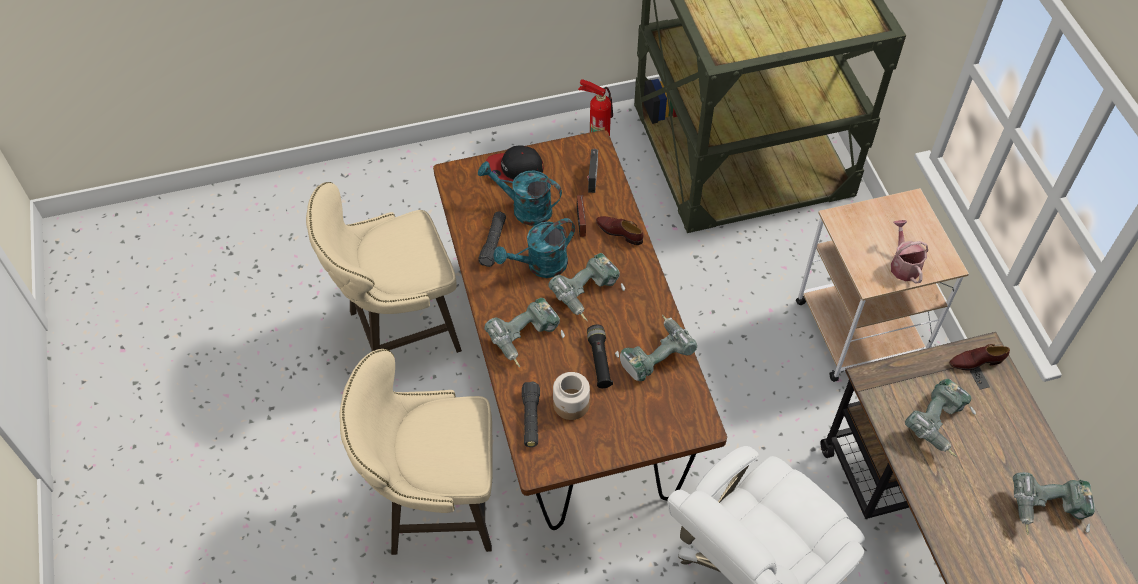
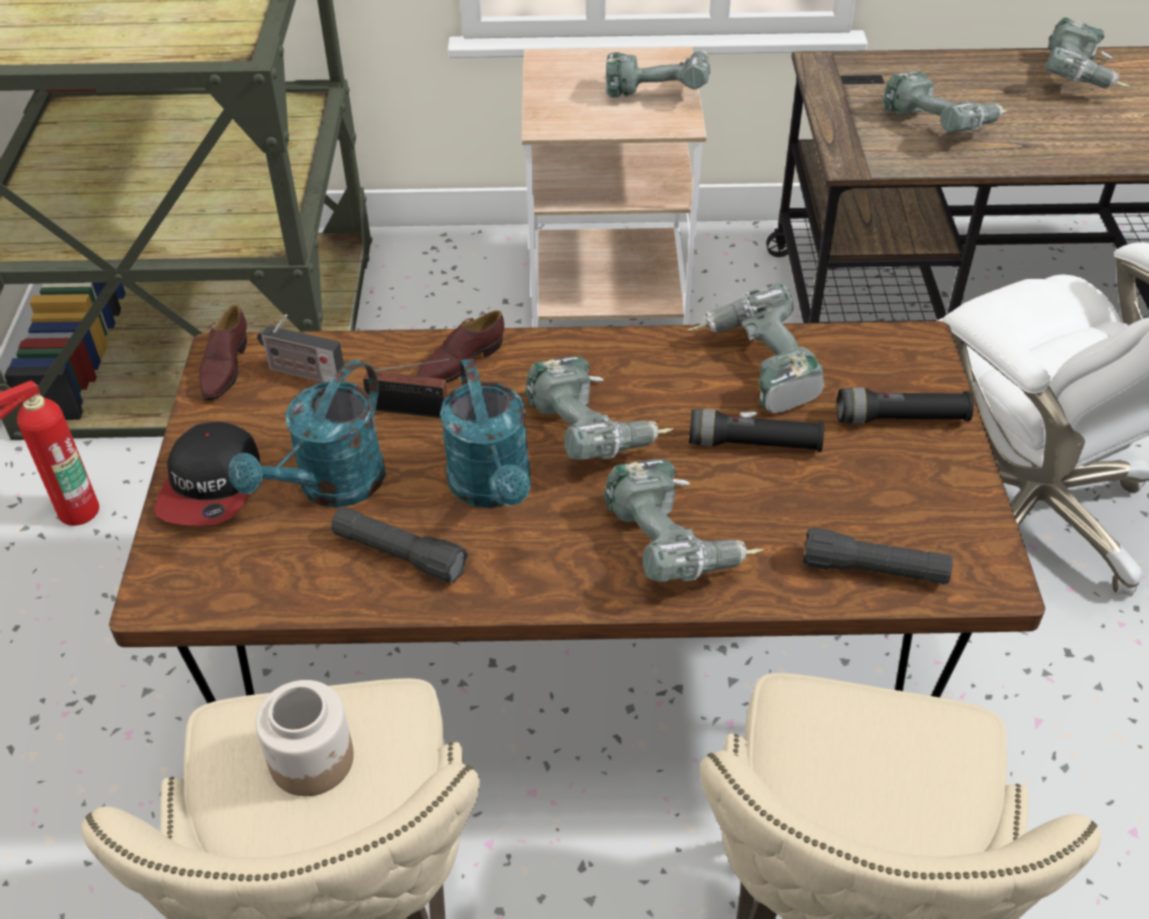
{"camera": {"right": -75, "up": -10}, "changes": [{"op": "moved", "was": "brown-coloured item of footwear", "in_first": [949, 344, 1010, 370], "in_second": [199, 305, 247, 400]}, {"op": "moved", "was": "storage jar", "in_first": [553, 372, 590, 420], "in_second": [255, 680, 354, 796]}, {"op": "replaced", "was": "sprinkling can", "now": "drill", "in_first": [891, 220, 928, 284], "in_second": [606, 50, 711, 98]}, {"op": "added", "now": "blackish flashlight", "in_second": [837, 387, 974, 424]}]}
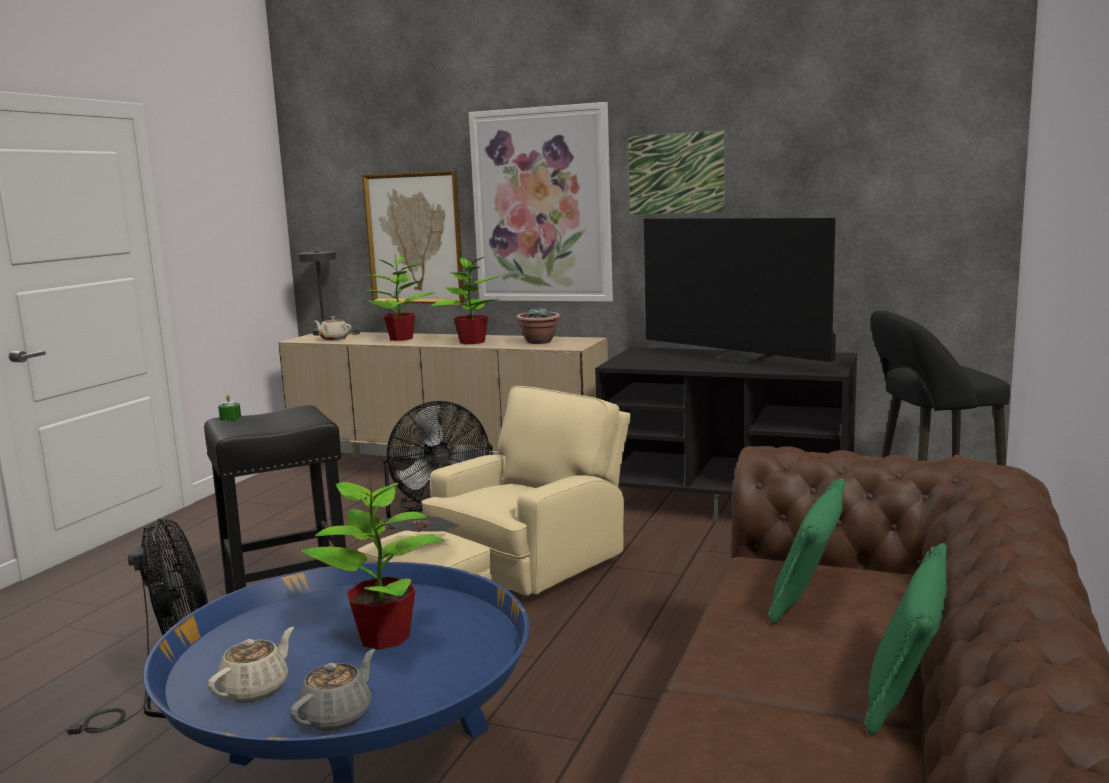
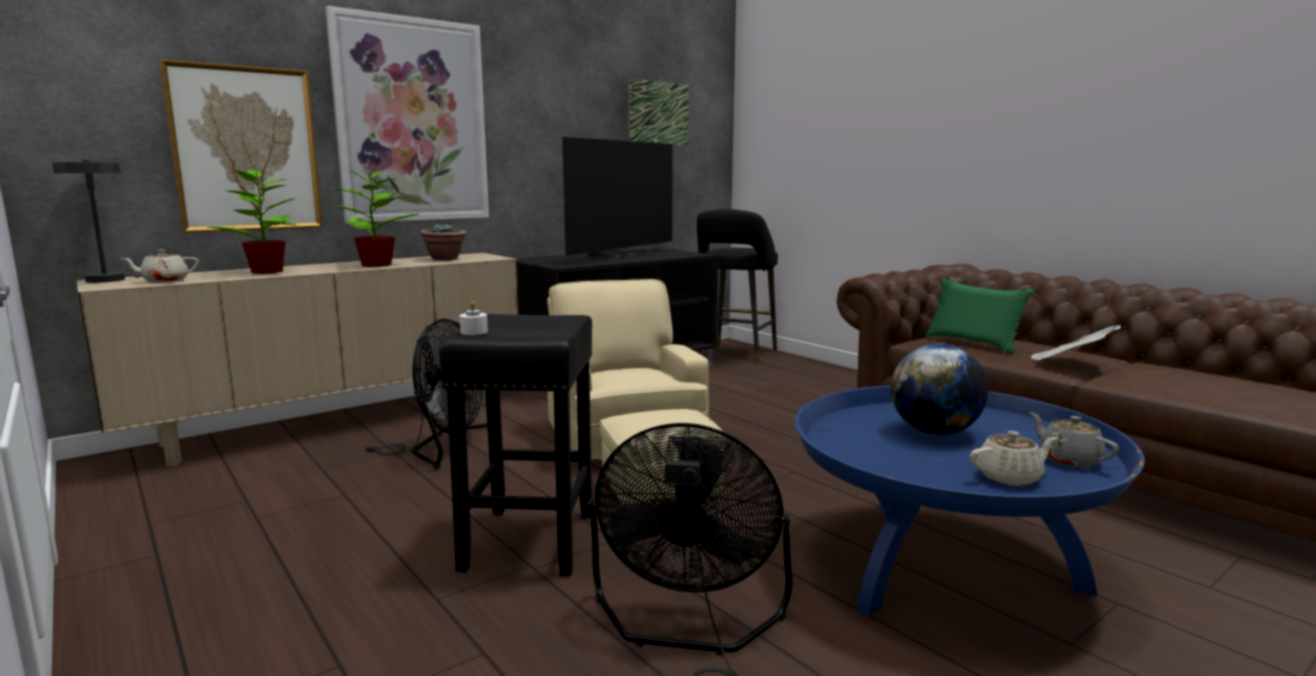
{"camera": {"right": -60, "up": 0}, "changes": [{"op": "recoloured", "was": "green candle", "now": "white candle", "in_first": [218, 394, 241, 421], "in_second": [459, 301, 488, 335]}, {"op": "turned", "was": "TV", "in_first": [644, 218, 836, 363], "in_second": [562, 137, 673, 258], "clockwise": -45}, {"op": "moved", "was": "picture", "in_first": [628, 131, 724, 215], "in_second": [629, 79, 689, 145]}, {"op": "replaced", "was": "potted plant", "now": "world globe", "in_first": [301, 468, 444, 650], "in_second": [891, 343, 988, 435]}, {"op": "turned", "was": "beige-coloured pot for tea", "in_first": [207, 627, 294, 703], "in_second": [970, 431, 1057, 486], "clockwise": 105}, {"op": "moved", "was": "daily paper", "in_first": [381, 516, 458, 532], "in_second": [1031, 325, 1121, 361]}, {"op": "removed", "was": "green throw pillow", "in_first": [864, 543, 947, 735]}]}
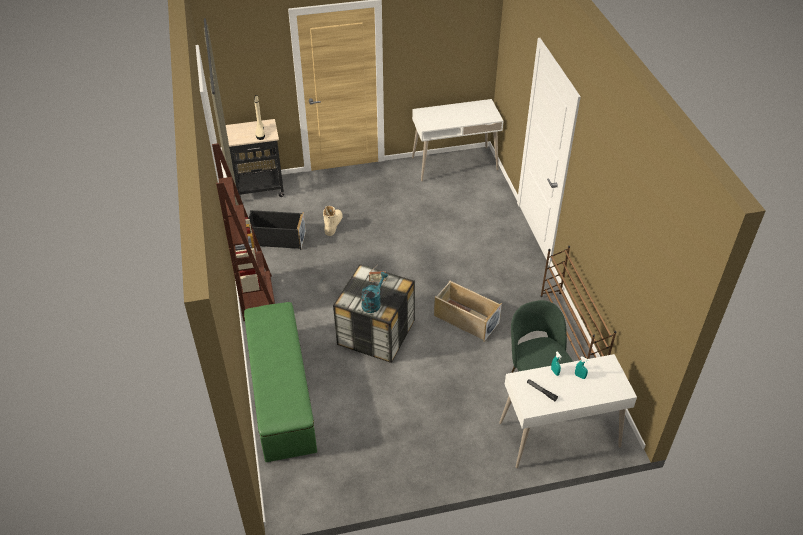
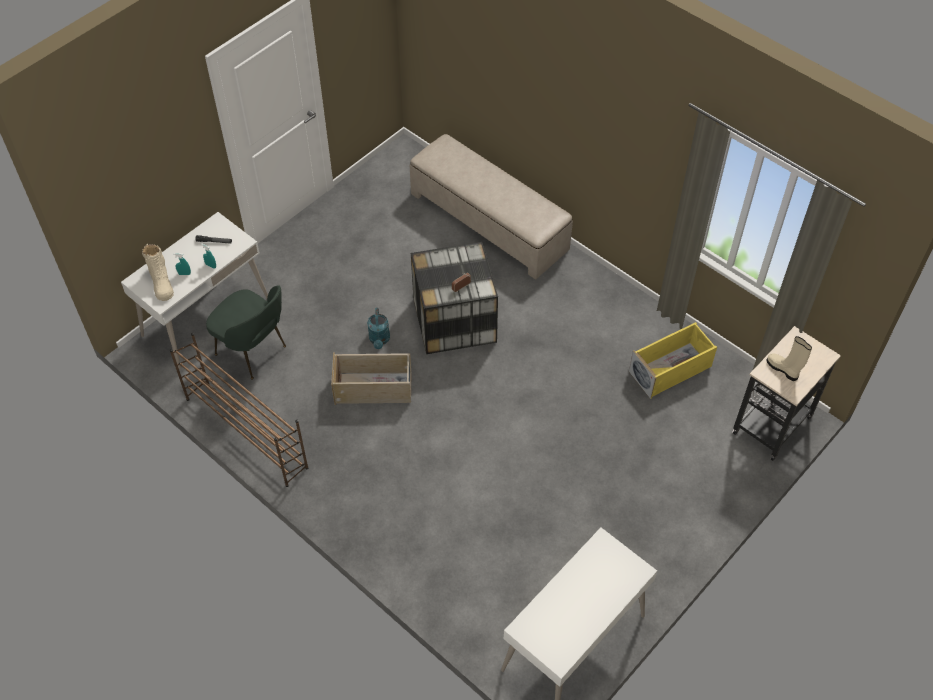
{"camera": {"right": 145, "up": 10}, "changes": [{"op": "moved", "was": "beige-coloured high-top boot", "in_first": [323, 206, 343, 236], "in_second": [142, 244, 174, 301]}, {"op": "moved", "was": "blue-green sprinkling can", "in_first": [361, 272, 388, 313], "in_second": [367, 308, 390, 349]}, {"op": "recoloured", "was": "green long seat", "now": "beige-coloured long seat", "in_first": [244, 302, 317, 462], "in_second": [410, 134, 573, 279]}, {"op": "recoloured", "was": "blackish storage container", "now": "yellow storage container", "in_first": [249, 210, 306, 250], "in_second": [629, 322, 717, 399]}, {"op": "removed", "was": "brown-coloured shelving unit", "in_first": [212, 143, 275, 321]}]}
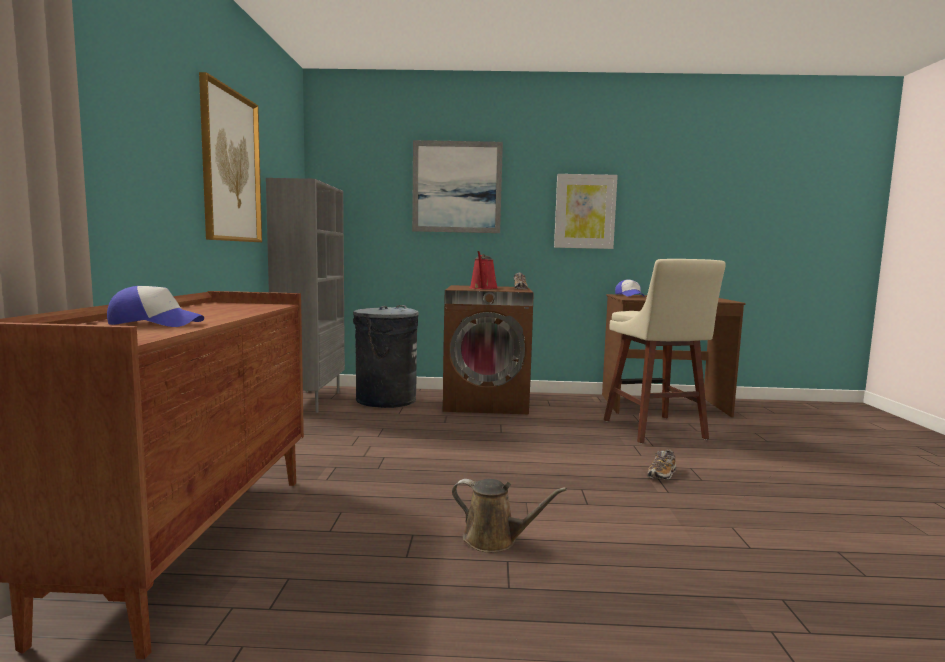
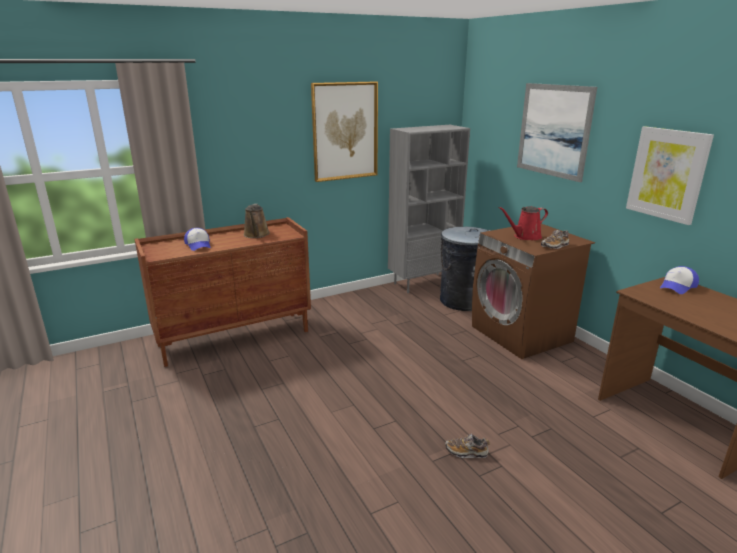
{"camera": {"right": 60, "up": 15}, "changes": [{"op": "moved", "was": "brown-coloured sprinkling can", "in_first": [452, 479, 567, 553], "in_second": [243, 204, 270, 238]}, {"op": "removed", "was": "beige-coloured stool seat", "in_first": [604, 259, 726, 444]}]}
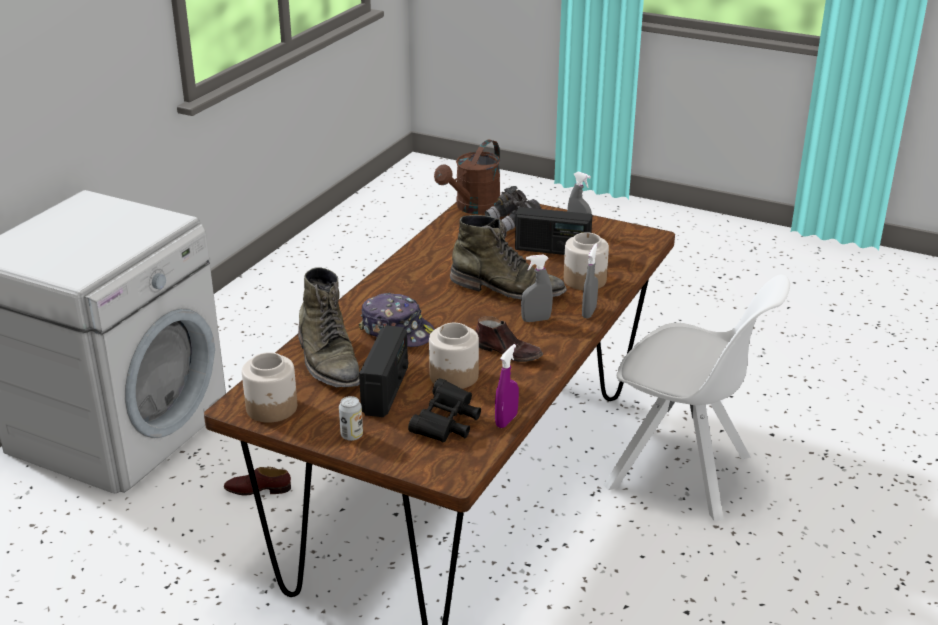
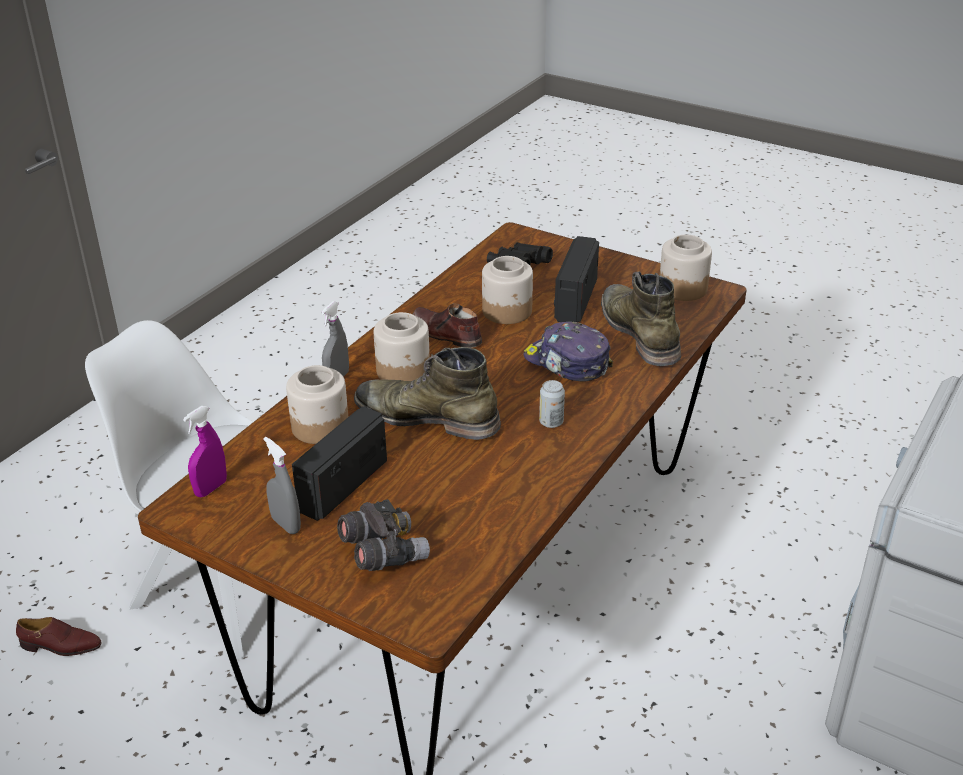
{"camera": {"right": -175, "up": 5}, "changes": [{"op": "moved", "was": "brown-coloured item of footwear", "in_first": [224, 466, 291, 496], "in_second": [16, 617, 101, 656]}, {"op": "moved", "was": "purplish spray bottle", "in_first": [495, 344, 519, 428], "in_second": [183, 406, 227, 497]}, {"op": "turned", "was": "radio receiver", "in_first": [515, 207, 592, 255], "in_second": [292, 406, 387, 521], "clockwise": -75}, {"op": "replaced", "was": "grey spray bottle", "now": "storage jar", "in_first": [521, 255, 553, 322], "in_second": [374, 312, 430, 381]}, {"op": "moved", "was": "can", "in_first": [339, 396, 363, 441], "in_second": [539, 380, 565, 428]}, {"op": "removed", "was": "brown-coloured sprinkling can", "in_first": [434, 140, 500, 214]}]}
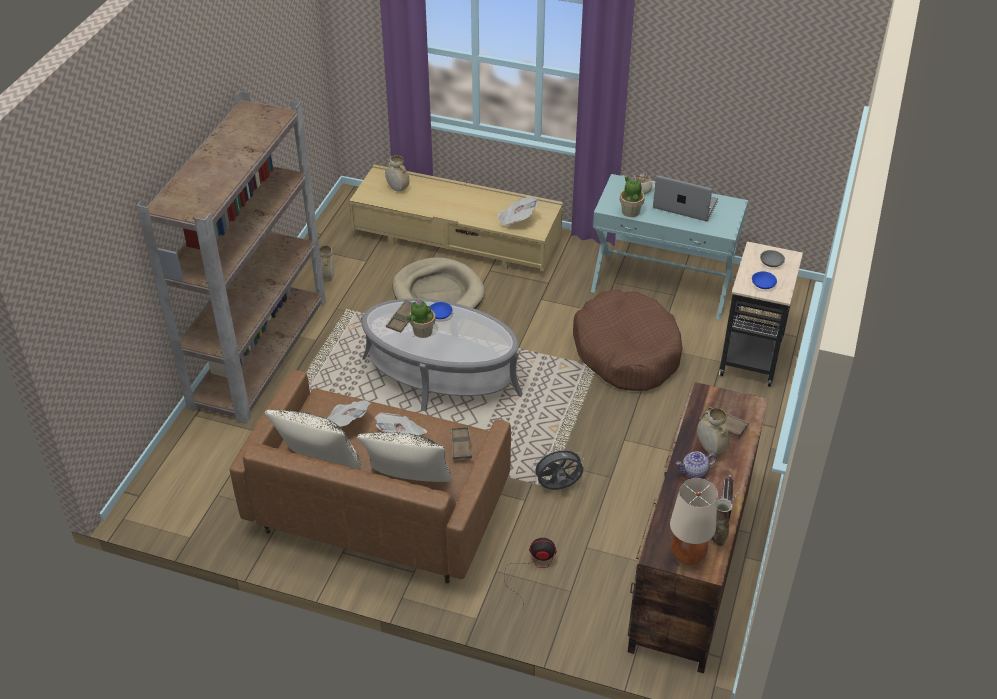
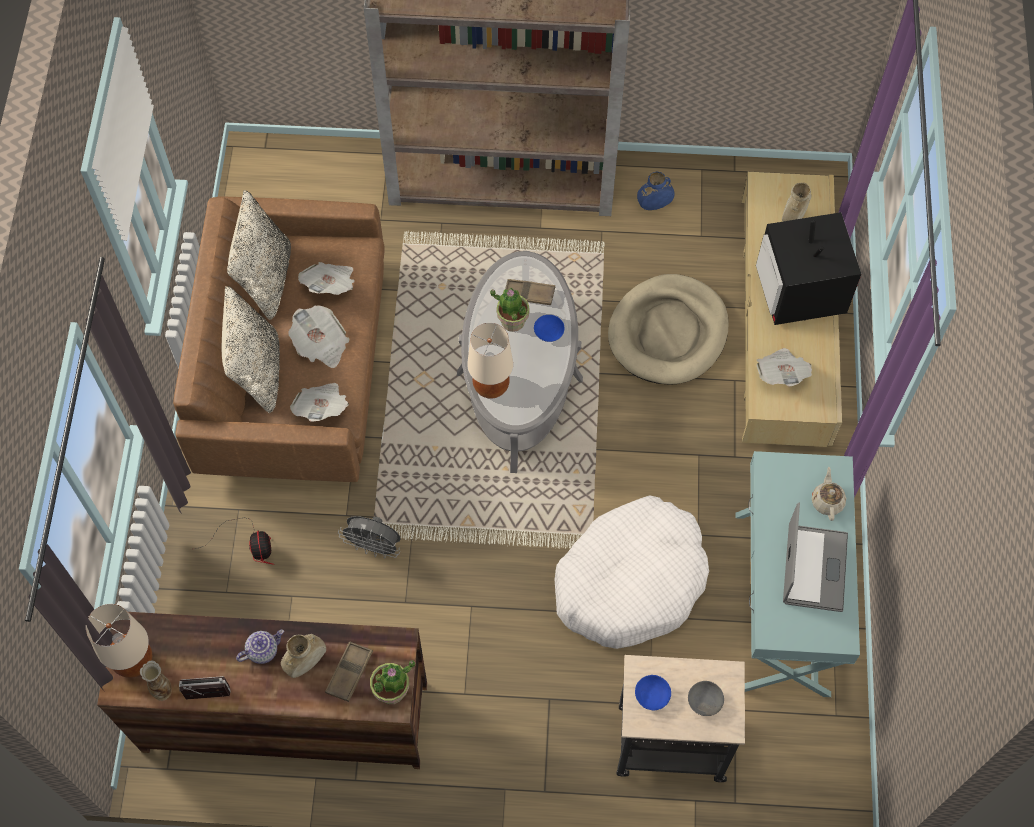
{"camera": {"right": 75, "up": 20}, "changes": [{"op": "turned", "was": "pot for tea", "in_first": [676, 451, 717, 478], "in_second": [236, 629, 284, 664], "clockwise": 90}, {"op": "replaced", "was": "brown-coloured tray", "now": "daily paper", "in_first": [451, 426, 472, 459], "in_second": [290, 383, 349, 422]}, {"op": "turned", "was": "grey electric fan", "in_first": [532, 446, 584, 490], "in_second": [338, 516, 401, 559], "clockwise": 135}, {"op": "moved", "was": "potted plant", "in_first": [620, 175, 645, 217], "in_second": [370, 660, 415, 704]}, {"op": "added", "now": "beige-coloured lamp for a table", "in_second": [467, 323, 513, 399]}, {"op": "recoloured", "was": "brown-coloured dog cushion", "now": "white dog cushion", "in_first": [573, 290, 683, 391], "in_second": [554, 495, 709, 649]}, {"op": "recoloured", "was": "beige-coloured decorative vase", "now": "blue-coloured decorative vase", "in_first": [319, 245, 335, 282], "in_second": [637, 172, 675, 210]}, {"op": "added", "now": "TV", "in_second": [756, 212, 861, 325]}]}
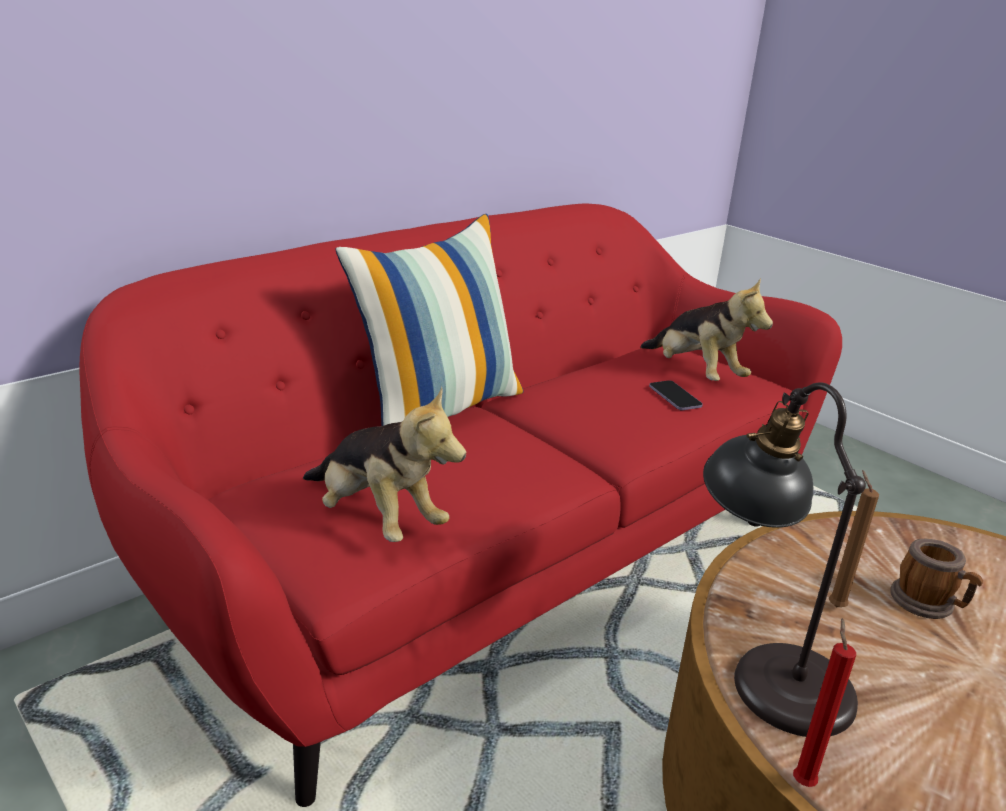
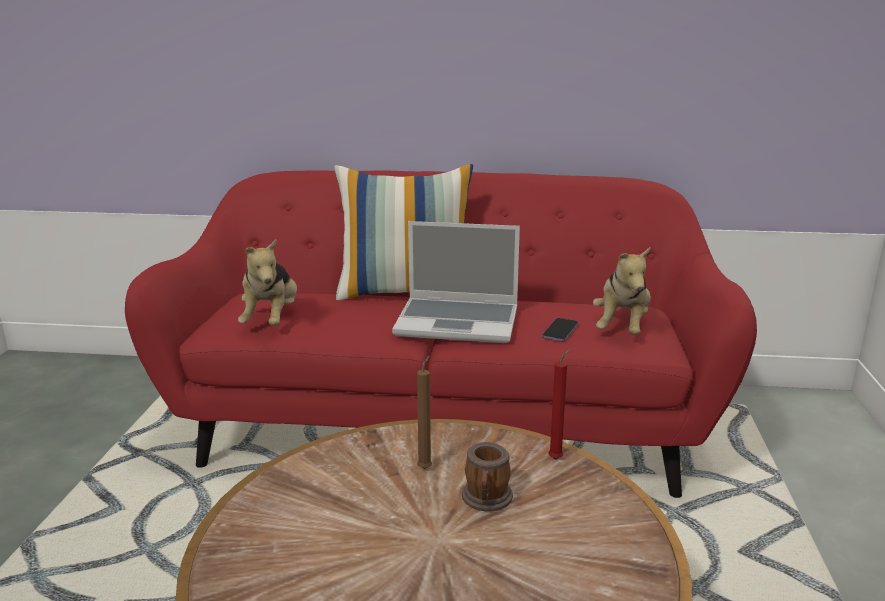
{"camera": {"right": 50, "up": -5}, "changes": [{"op": "added", "now": "portable computer", "in_second": [392, 221, 520, 343]}, {"op": "moved", "was": "red-coloured candle", "in_first": [793, 618, 856, 787], "in_second": [549, 349, 570, 460]}, {"op": "removed", "was": "grey lamp for a table", "in_first": [703, 382, 866, 737]}]}
